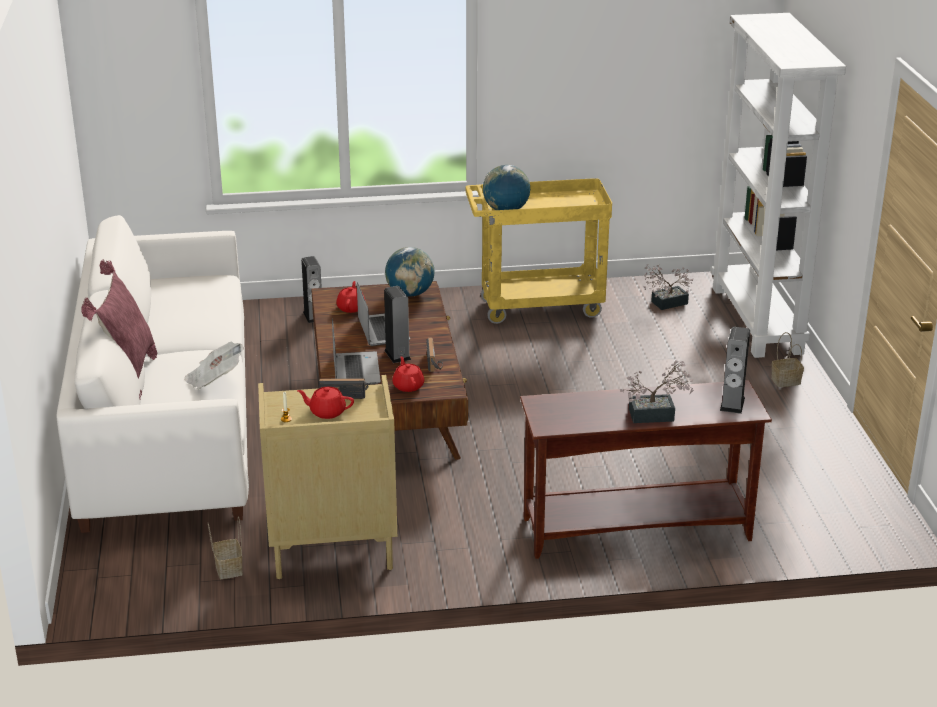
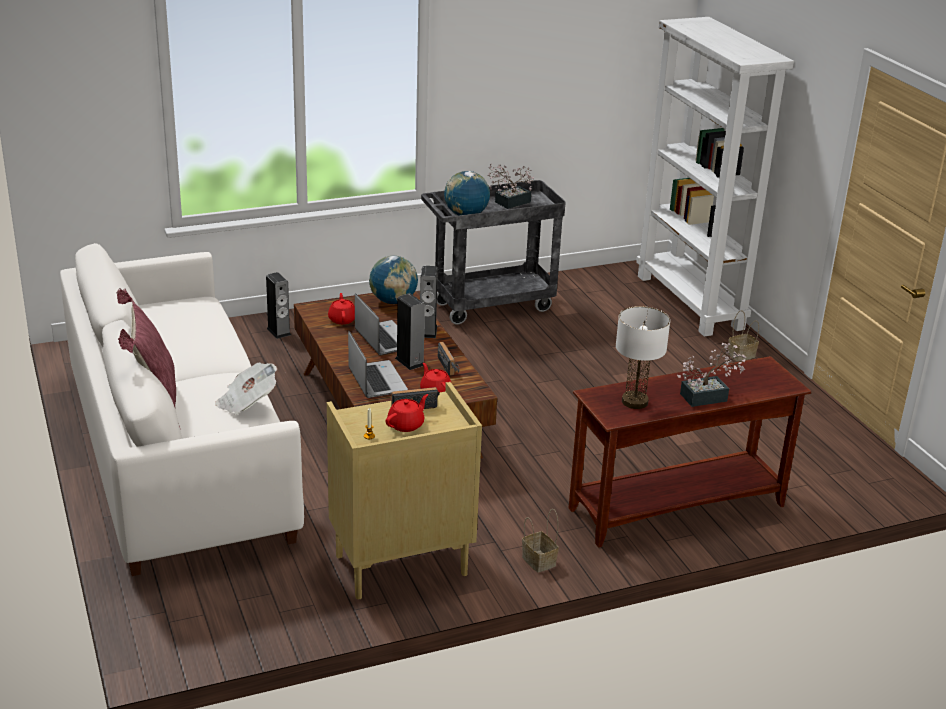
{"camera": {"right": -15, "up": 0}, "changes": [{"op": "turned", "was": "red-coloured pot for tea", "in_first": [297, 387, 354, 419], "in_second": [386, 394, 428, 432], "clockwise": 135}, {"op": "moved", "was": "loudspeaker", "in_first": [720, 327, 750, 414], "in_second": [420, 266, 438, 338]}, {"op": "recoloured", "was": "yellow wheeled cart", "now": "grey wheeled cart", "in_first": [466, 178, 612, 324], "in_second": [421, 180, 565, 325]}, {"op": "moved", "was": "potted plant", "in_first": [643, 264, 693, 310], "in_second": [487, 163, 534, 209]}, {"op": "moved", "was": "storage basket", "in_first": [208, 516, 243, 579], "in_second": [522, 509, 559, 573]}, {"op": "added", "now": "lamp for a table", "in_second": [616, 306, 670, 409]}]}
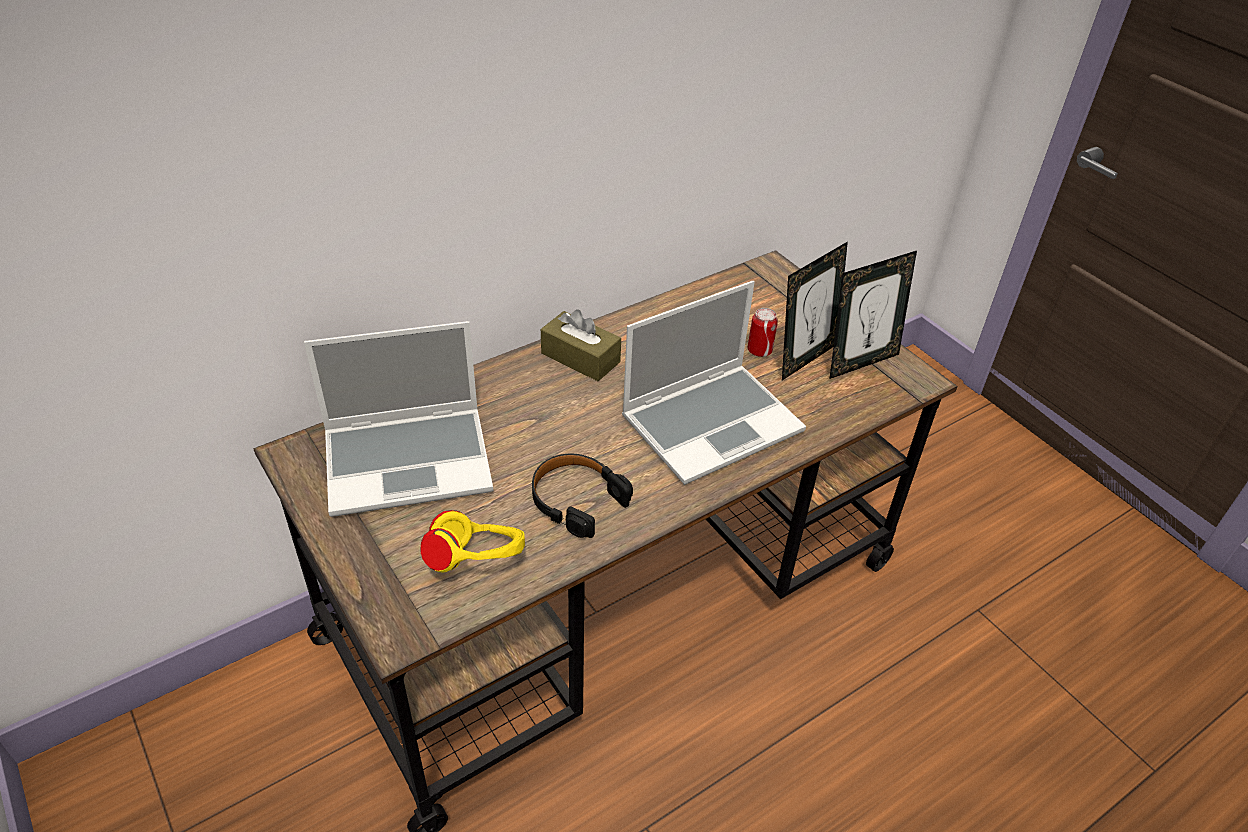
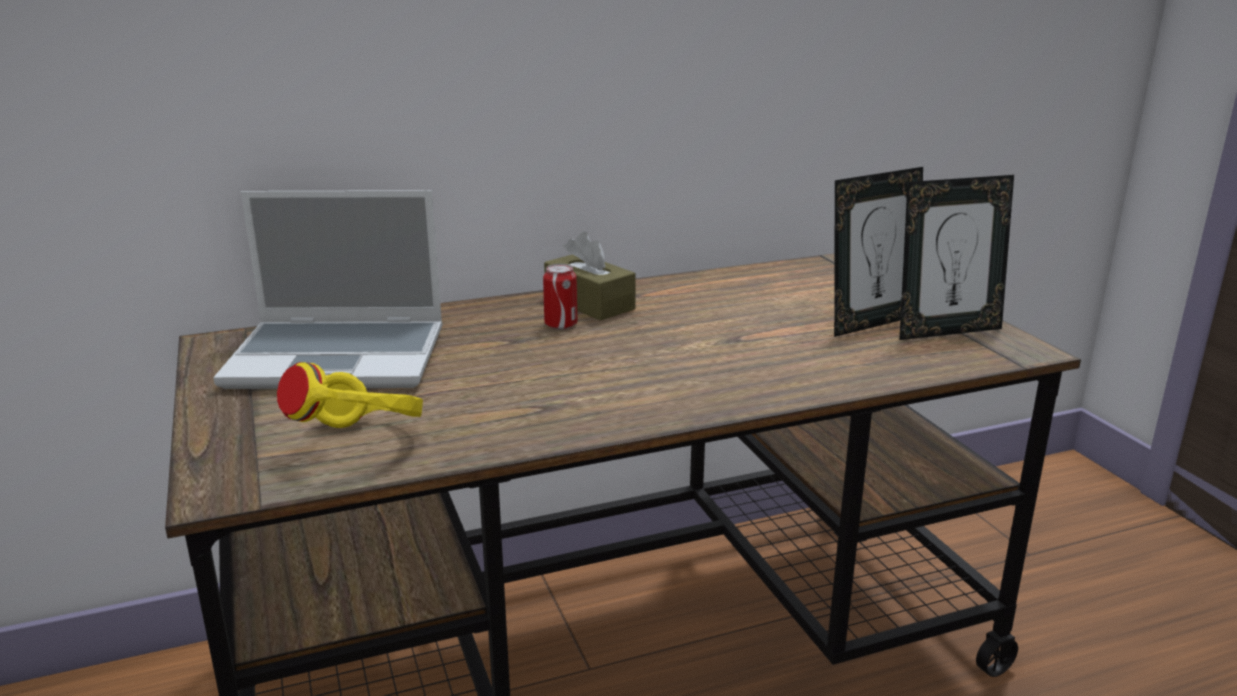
{"camera": {"right": 15, "up": -20}, "changes": [{"op": "moved", "was": "can", "in_first": [748, 308, 778, 357], "in_second": [543, 264, 577, 330]}, {"op": "removed", "was": "blackish headphones", "in_first": [532, 454, 633, 538]}, {"op": "removed", "was": "portable computer", "in_first": [622, 281, 806, 485]}]}
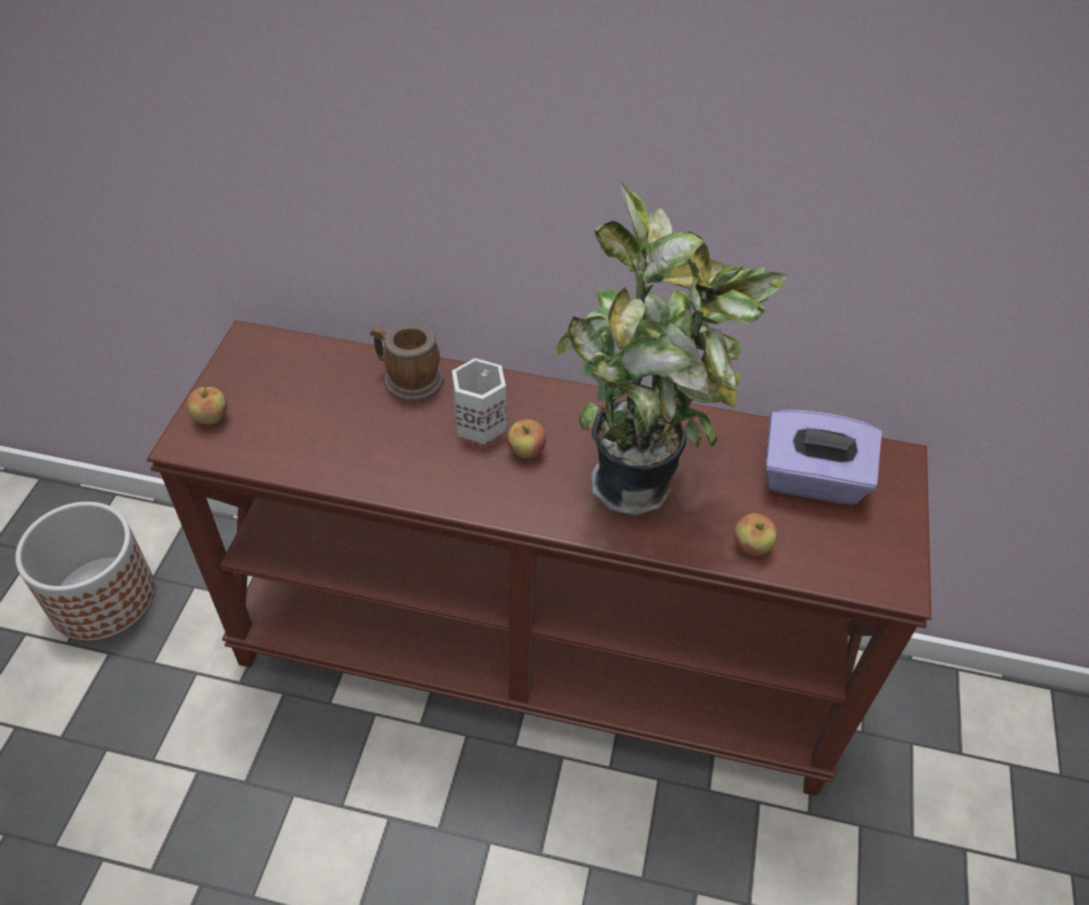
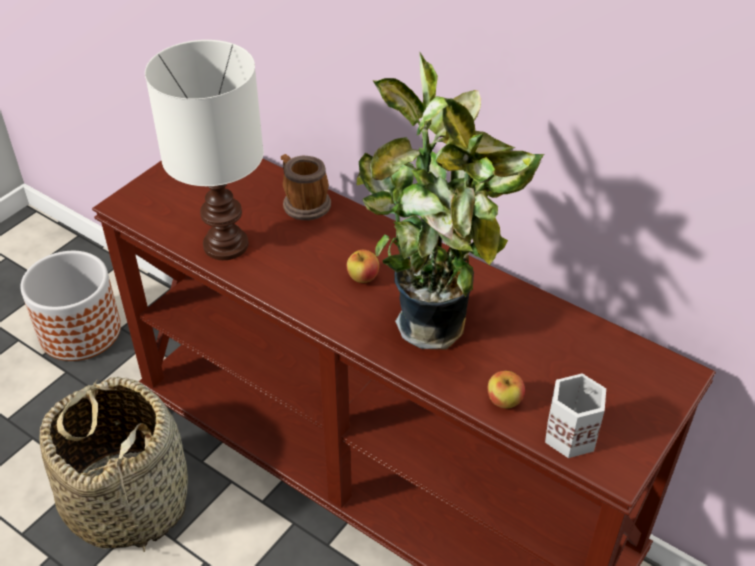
{"camera": {"right": 25, "up": -5}, "changes": [{"op": "added", "now": "storage basket", "in_second": [39, 377, 188, 552]}, {"op": "added", "now": "white lamp for a table", "in_second": [145, 40, 264, 260]}, {"op": "moved", "was": "white coffee mug", "in_first": [452, 358, 506, 444], "in_second": [545, 373, 606, 458]}, {"op": "removed", "was": "whole apple", "in_first": [187, 384, 227, 425]}, {"op": "removed", "was": "purplish tissue holder", "in_first": [765, 410, 882, 505]}]}
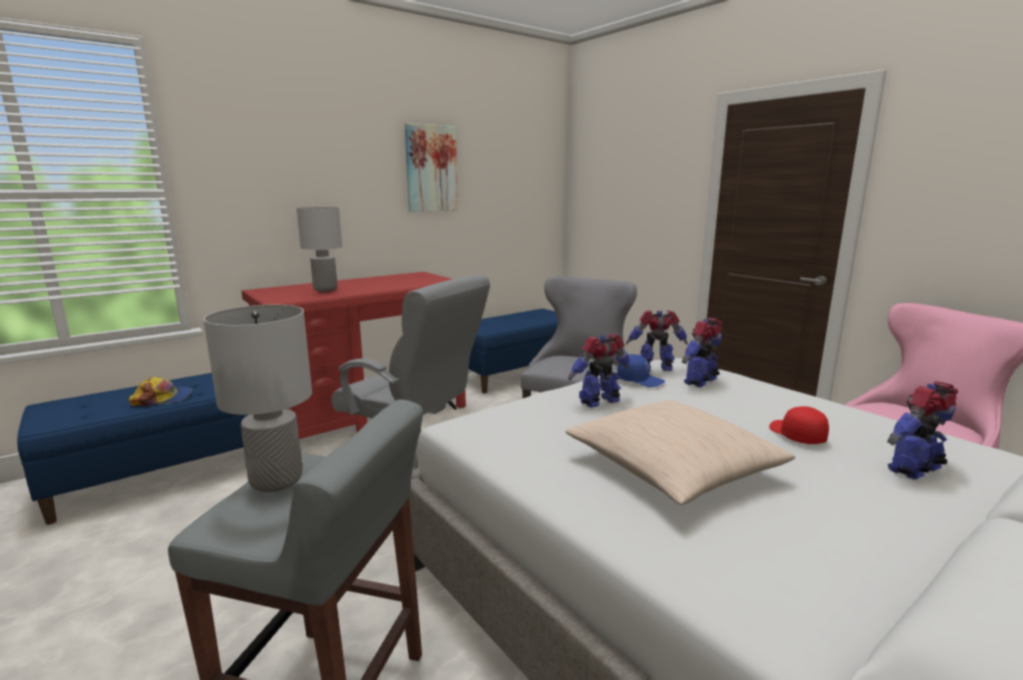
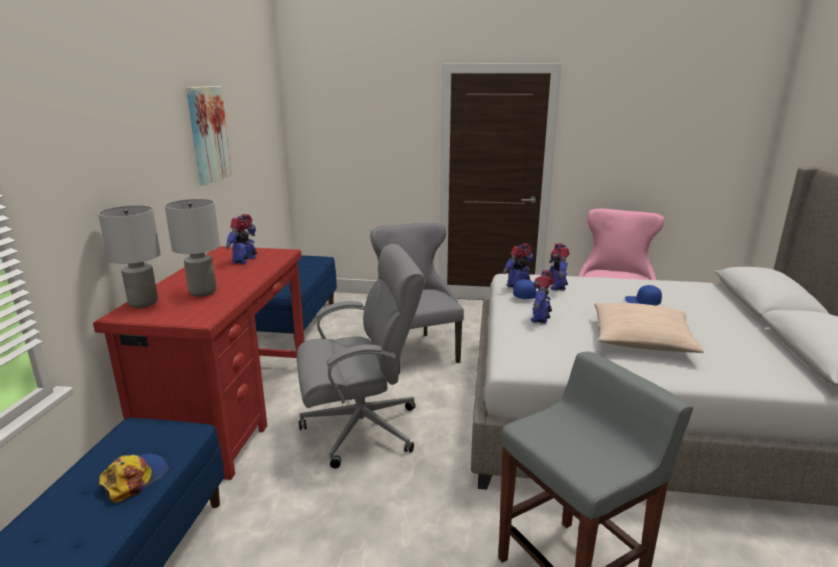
{"camera": {"right": -45, "up": 5}, "changes": [{"op": "moved", "was": "grey lamp for a table", "in_first": [203, 305, 312, 492], "in_second": [98, 205, 161, 308]}, {"op": "moved", "was": "toy robot", "in_first": [887, 381, 958, 480], "in_second": [226, 214, 257, 264]}, {"op": "recoloured", "was": "red-coloured cap", "now": "blue-coloured cap", "in_first": [769, 406, 829, 444], "in_second": [625, 285, 662, 306]}]}
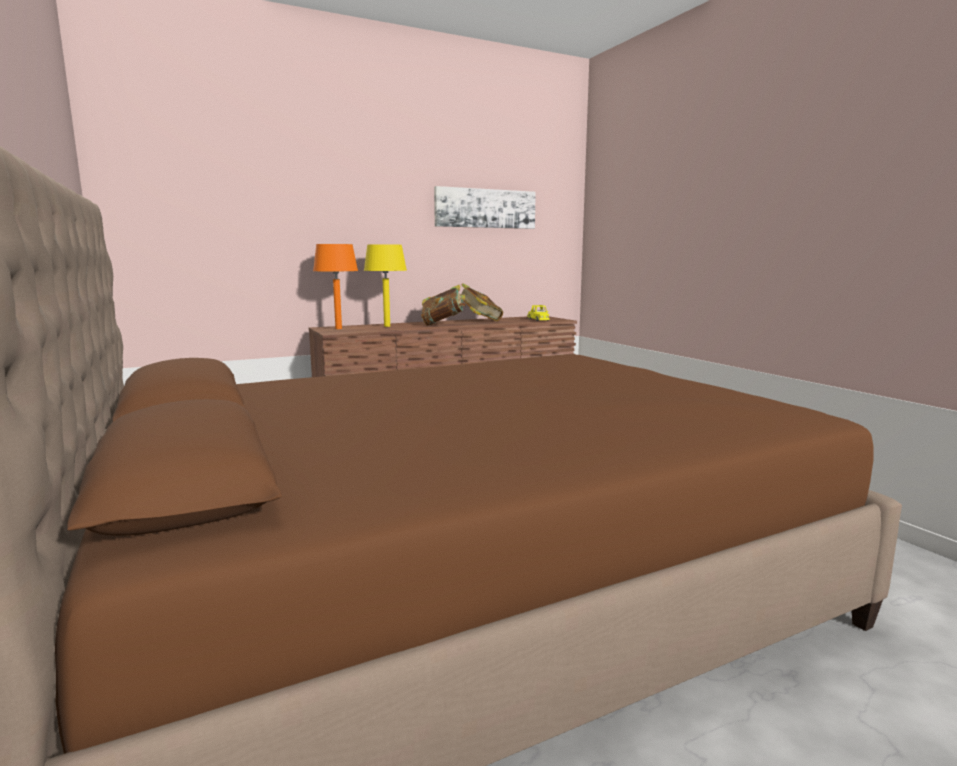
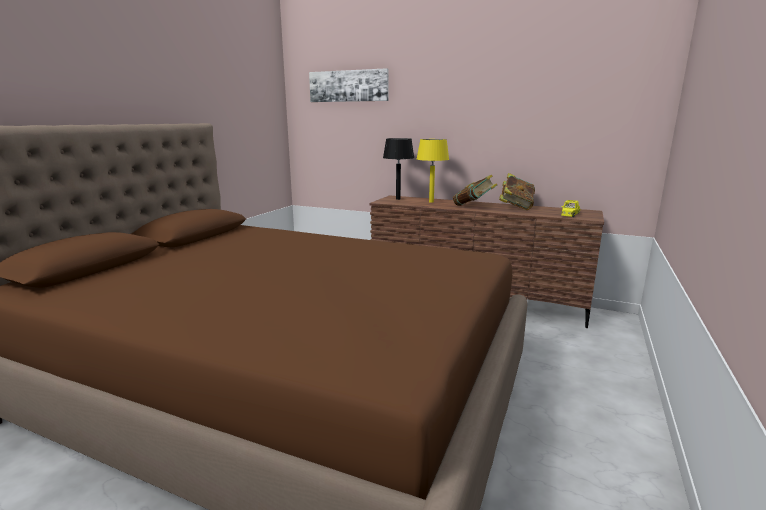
{"camera": {"right": 50, "up": 5}, "changes": [{"op": "moved", "was": "picture", "in_first": [434, 186, 536, 229], "in_second": [309, 68, 389, 102]}, {"op": "recoloured", "was": "orange-coloured lamp for a table", "now": "blackish lamp for a table", "in_first": [313, 244, 358, 329], "in_second": [383, 138, 414, 200]}]}
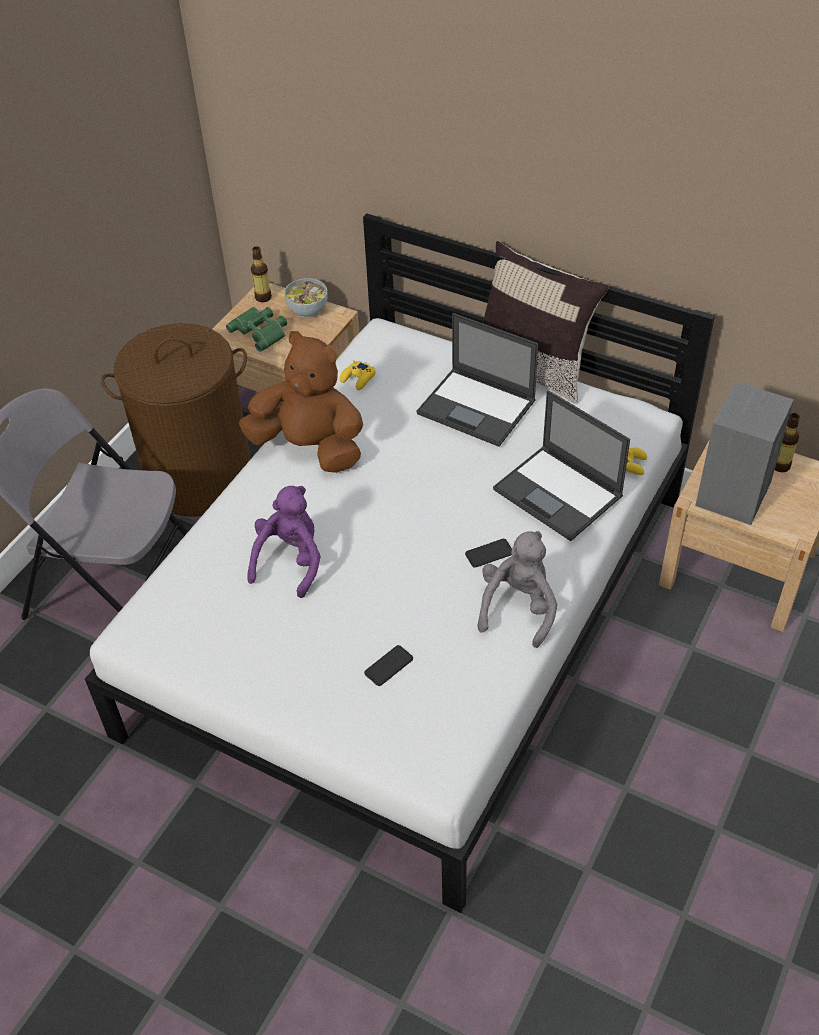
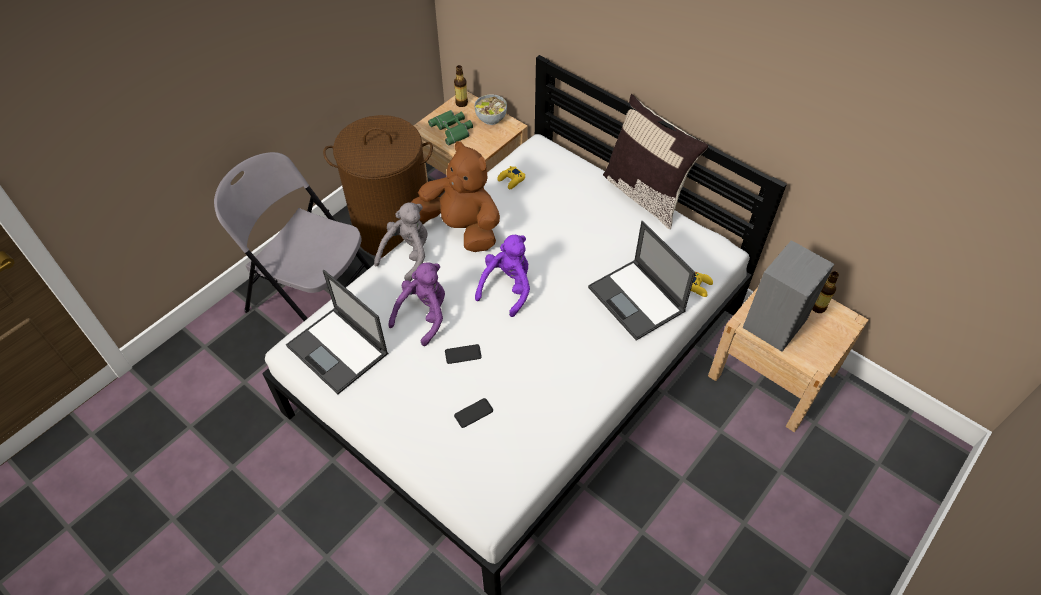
{"camera": {"right": 10, "up": 5}, "changes": [{"op": "moved", "was": "portable computer", "in_first": [416, 313, 538, 447], "in_second": [286, 270, 389, 394]}, {"op": "moved", "was": "grey plush toy", "in_first": [477, 531, 557, 648], "in_second": [374, 202, 428, 281]}, {"op": "moved", "was": "phone", "in_first": [465, 539, 512, 568], "in_second": [445, 344, 482, 364]}, {"op": "added", "now": "purplish plush toy", "in_second": [475, 235, 530, 317]}]}
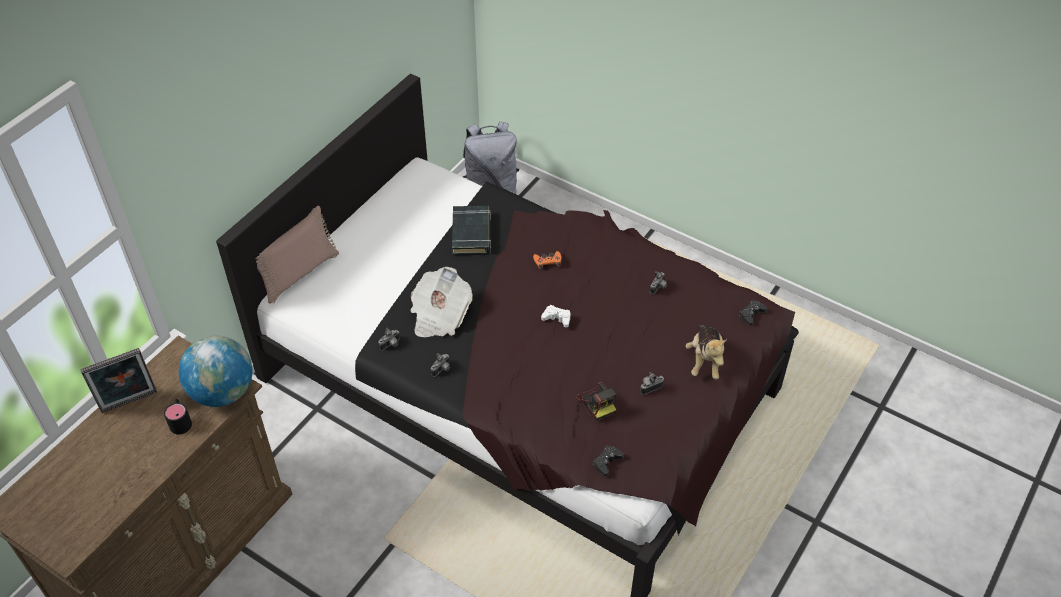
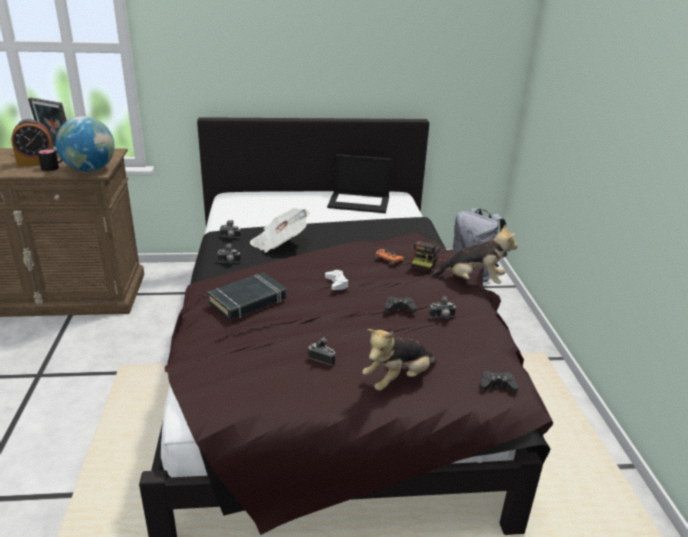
{"camera": {"right": 50, "up": -20}, "changes": [{"op": "added", "now": "alarm clock", "in_second": [11, 119, 54, 167]}, {"op": "moved", "was": "blackish volume", "in_first": [452, 206, 491, 255], "in_second": [207, 272, 286, 320]}, {"op": "added", "now": "portable computer", "in_second": [327, 154, 392, 213]}, {"op": "moved", "was": "blackish game controller", "in_first": [593, 446, 624, 476], "in_second": [385, 297, 416, 313]}, {"op": "moved", "was": "photo camera", "in_first": [576, 382, 616, 421], "in_second": [411, 241, 445, 271]}, {"op": "added", "now": "plush toy", "in_second": [431, 224, 518, 284]}, {"op": "removed", "was": "beige-coloured throw pillow", "in_first": [256, 206, 339, 304]}]}
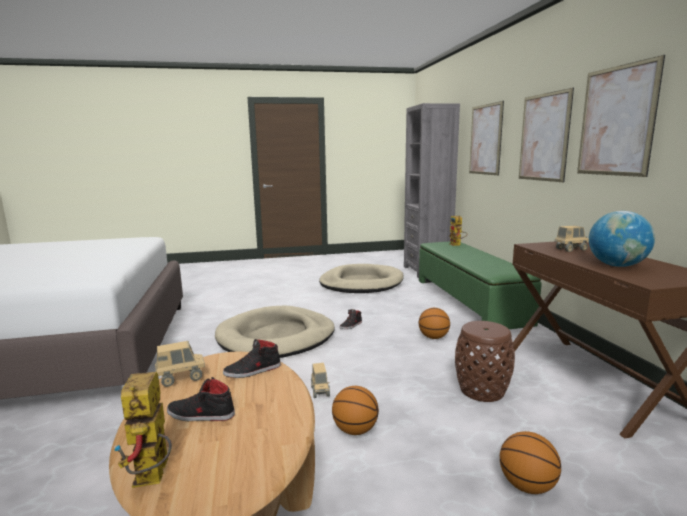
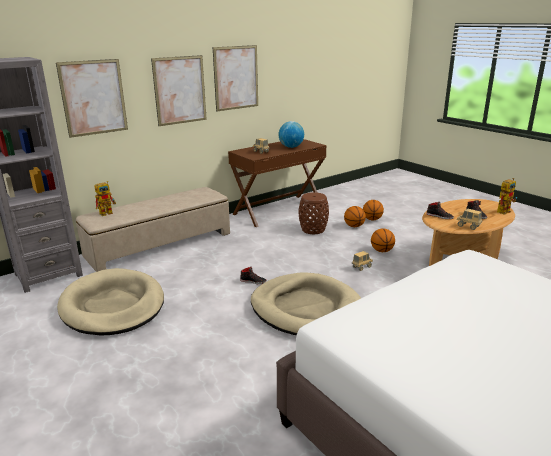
{"camera": {"right": -115, "up": 10}, "changes": [{"op": "recoloured", "was": "green long seat", "now": "beige-coloured long seat", "in_first": [419, 242, 542, 330], "in_second": [76, 187, 230, 272]}, {"op": "moved", "was": "basketball", "in_first": [419, 308, 450, 339], "in_second": [344, 206, 366, 227]}]}
